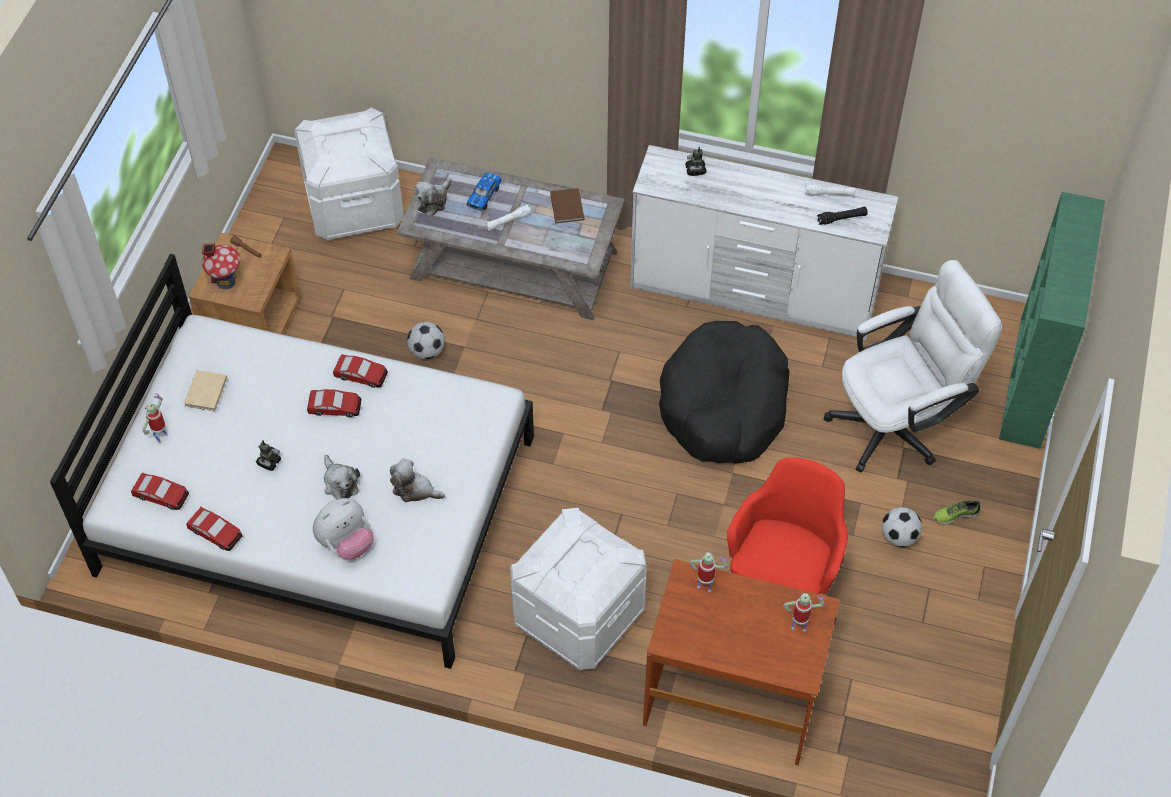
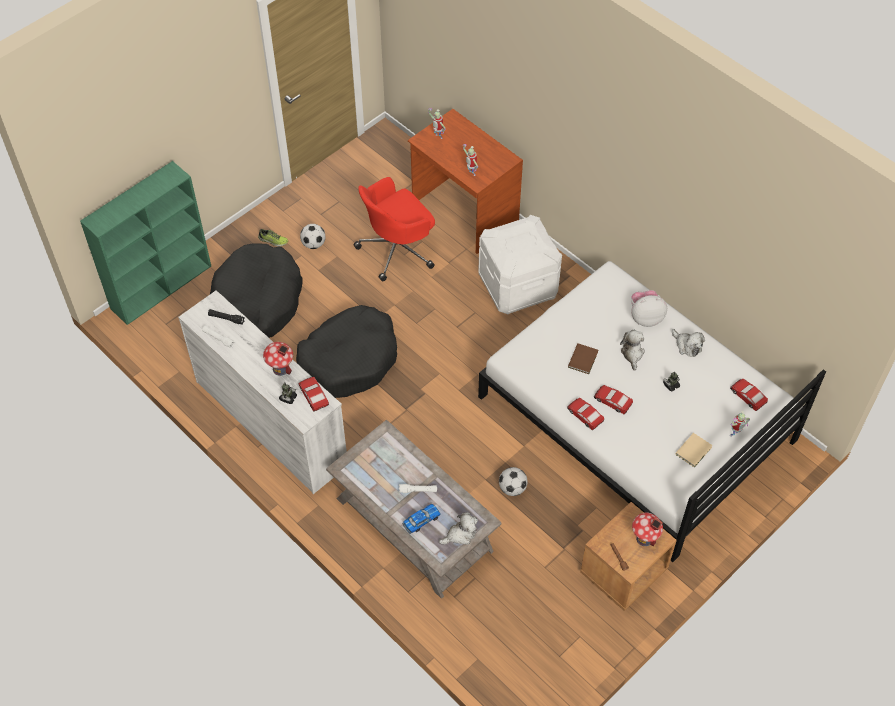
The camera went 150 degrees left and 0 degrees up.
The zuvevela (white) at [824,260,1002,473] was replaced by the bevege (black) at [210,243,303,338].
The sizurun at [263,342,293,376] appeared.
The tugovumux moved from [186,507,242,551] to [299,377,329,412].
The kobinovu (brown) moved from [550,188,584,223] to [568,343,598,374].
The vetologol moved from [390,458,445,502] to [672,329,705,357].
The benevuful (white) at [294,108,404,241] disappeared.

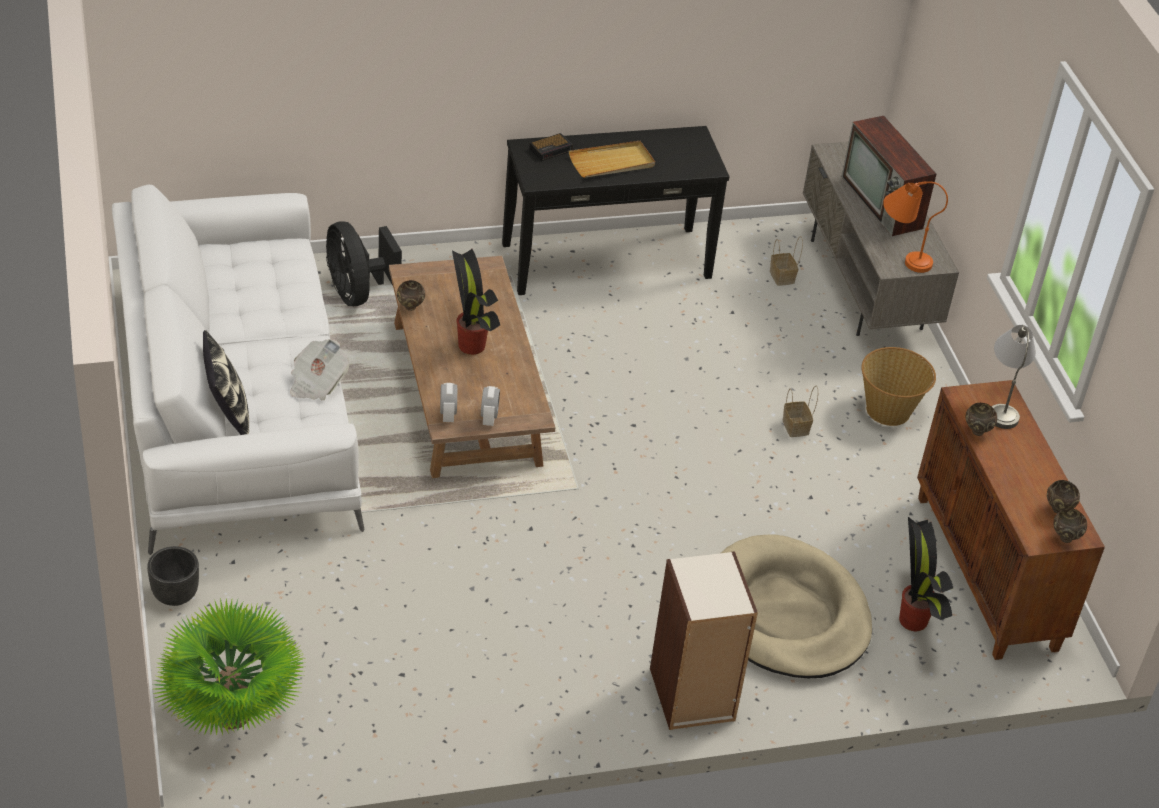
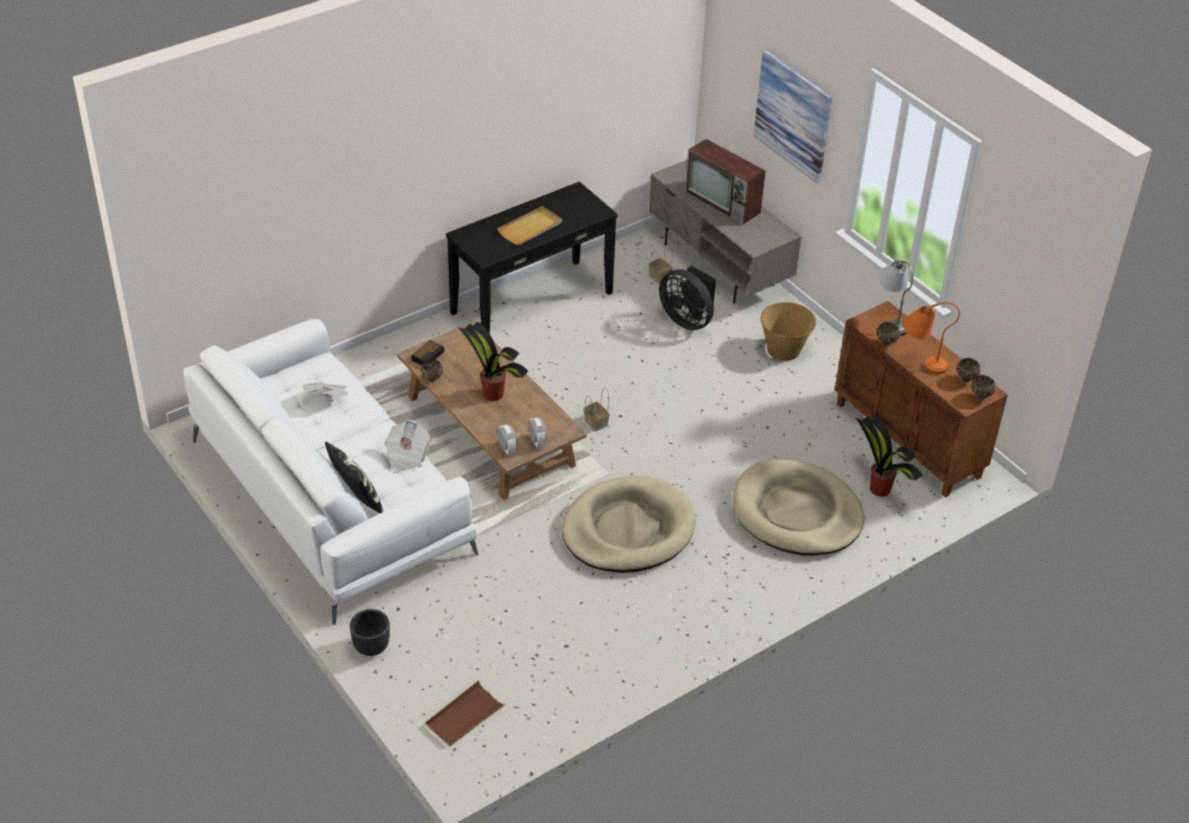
The camera went 20 degrees left and 0 degrees up.
The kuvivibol at [303,382,348,396] appeared.
The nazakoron moved from [529,133,573,161] to [411,340,444,365].
The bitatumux at [153,598,305,735] was replaced by the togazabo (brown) at [425,680,506,746].
The bevege (beige) at [562,476,696,573] appeared.
The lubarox moved from [783,385,818,437] to [584,388,609,431].
The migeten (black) moved from [326,221,402,306] to [659,266,716,330].
The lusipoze at [753,50,832,183] appeared.
The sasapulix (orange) moved from [883,181,948,273] to [902,302,960,374].
The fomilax at [650,551,758,730] disappeared.

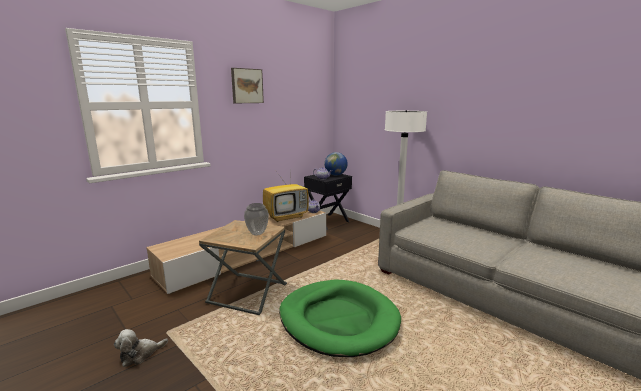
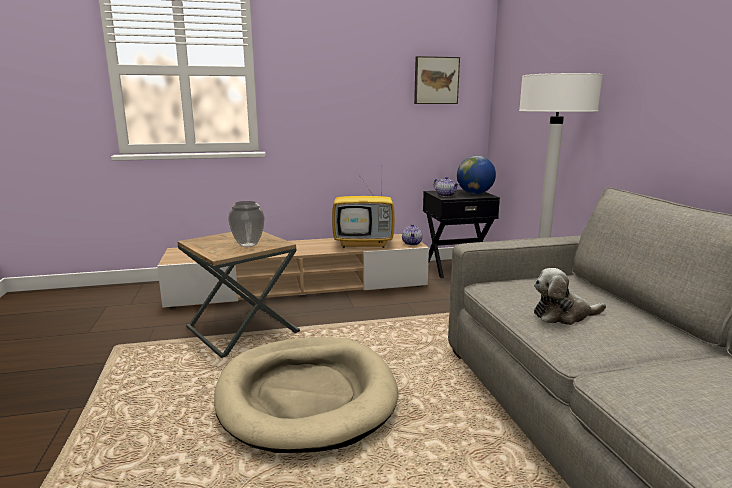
The camera went 30 degrees right and 0 degrees up.
The bevege (green) at [279,280,401,357] became the bevege (beige) at [214,337,398,453].
The lusipoze moved from [231,68,264,103] to [414,56,460,104].
The vetologol moved from [114,329,168,367] to [534,268,606,325].

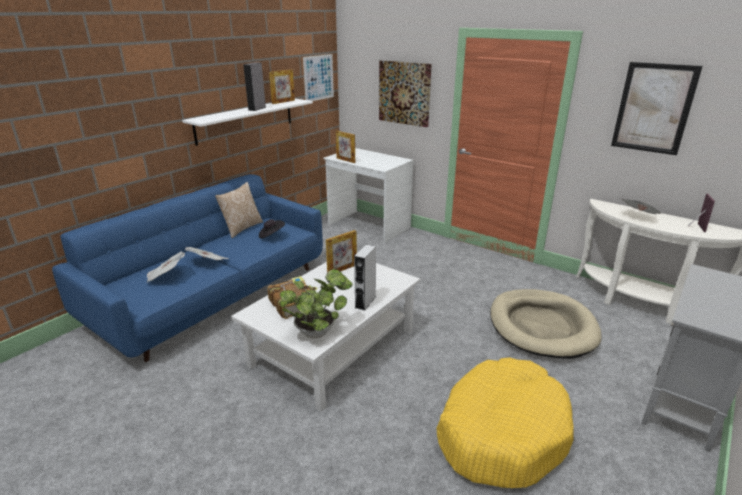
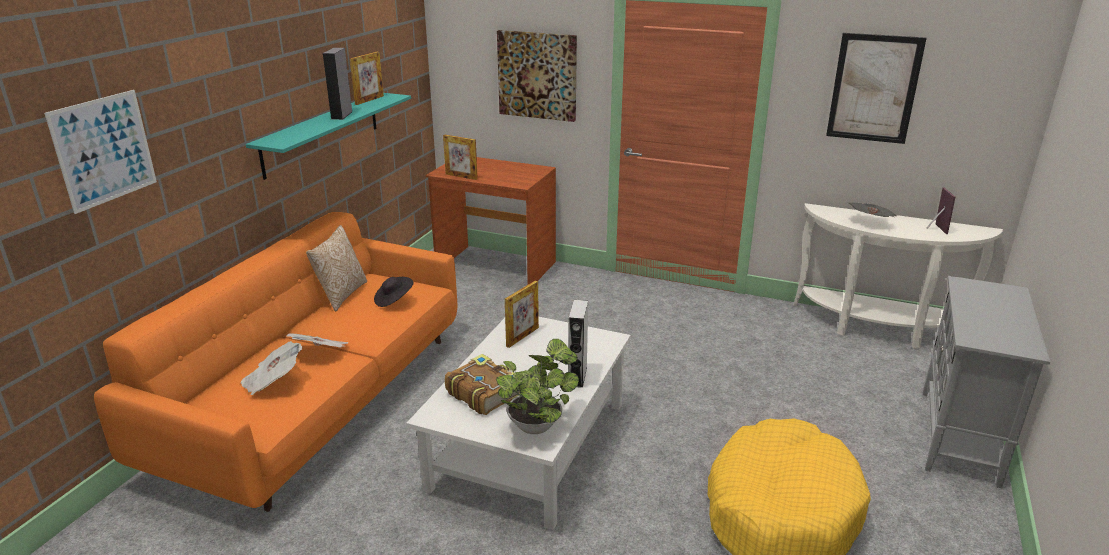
The camera went 15 degrees left and 0 degrees up.
The lusipoze moved from [303,54,334,101] to [44,90,157,214].
The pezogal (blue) at [52,174,323,362] became the pezogal (orange) at [94,212,457,512].
The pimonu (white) at [182,99,313,146] became the pimonu (turquoise) at [246,93,411,180].
The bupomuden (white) at [323,148,413,243] became the bupomuden (brown) at [425,157,556,284].
The bevege (beige) at [490,289,602,359] disappeared.

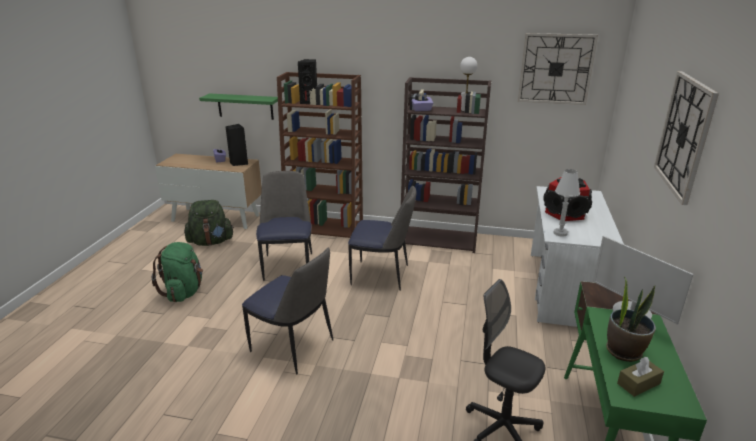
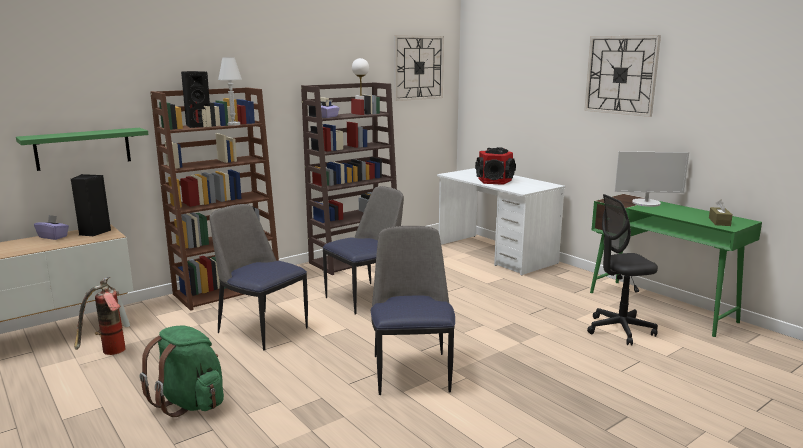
The camera went 50 degrees left and 10 degrees down.
The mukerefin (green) at [184,200,234,246] was replaced by the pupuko at [74,277,126,355].
The sasapulix (white) moved from [553,169,580,237] to [218,57,242,126].
The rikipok at [242,247,333,374] turned 75 degrees counterclockwise.
The bitatumux at [606,277,656,362] disappeared.

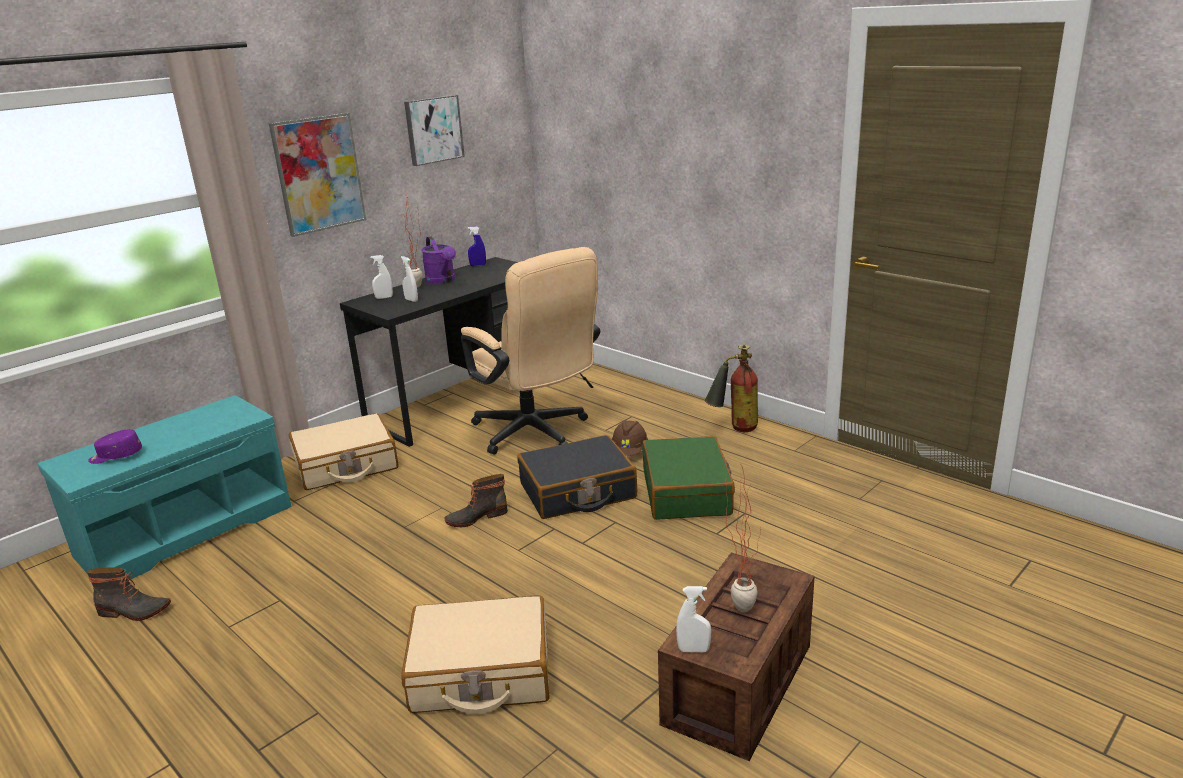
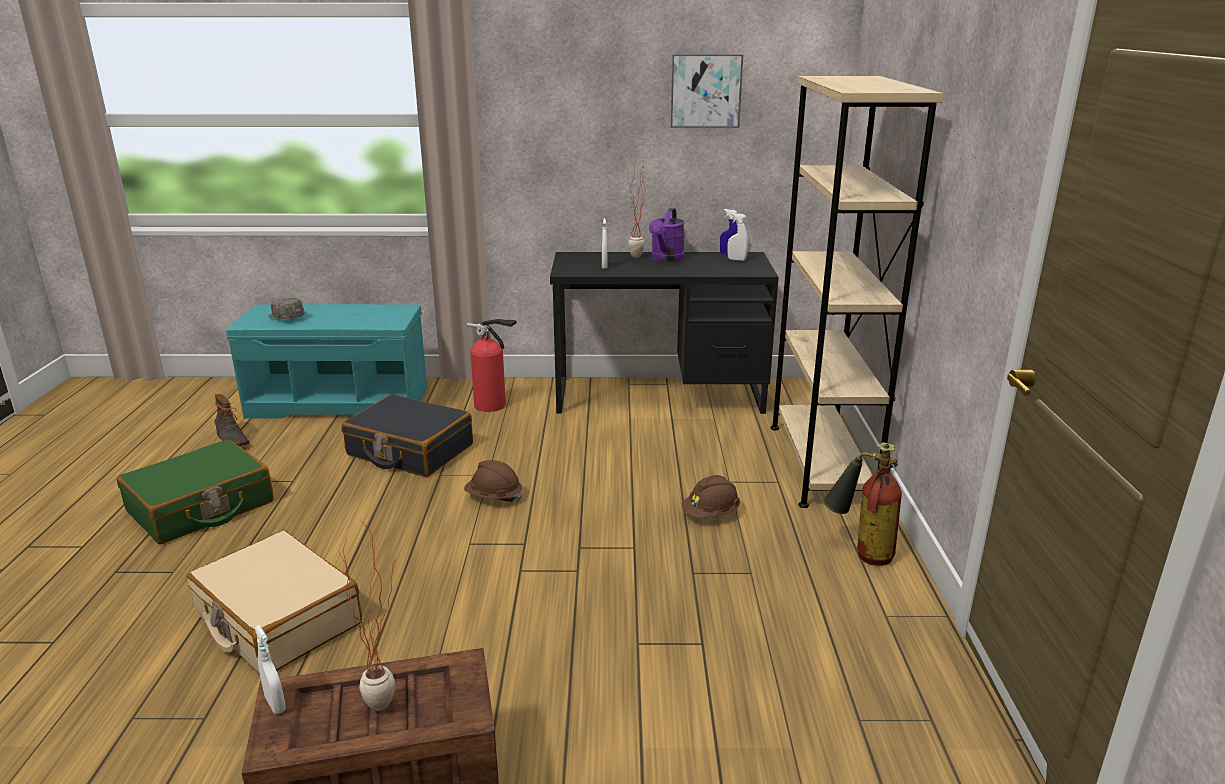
The camera went 45 degrees right and 0 degrees up.
The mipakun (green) moved from [642,436,735,520] to [117,440,274,544].
The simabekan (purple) at [88,429,142,464] became the simabekan (grey) at [269,298,305,319].
The mipakun (black) moved from [517,435,637,519] to [341,394,473,477].
The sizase at [444,474,508,527] was replaced by the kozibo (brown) at [464,460,522,502].
The mipakun (beige) at [289,413,399,490] was replaced by the pupuko at [467,319,517,412].
The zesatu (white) moved from [370,255,393,299] to [727,213,748,261].
The fomilax (beige) at [771,76,944,508] appeared.
The lusipoze at [269,113,366,237] disappeared.
The zuvevela (beige) at [461,247,600,455] disappeared.

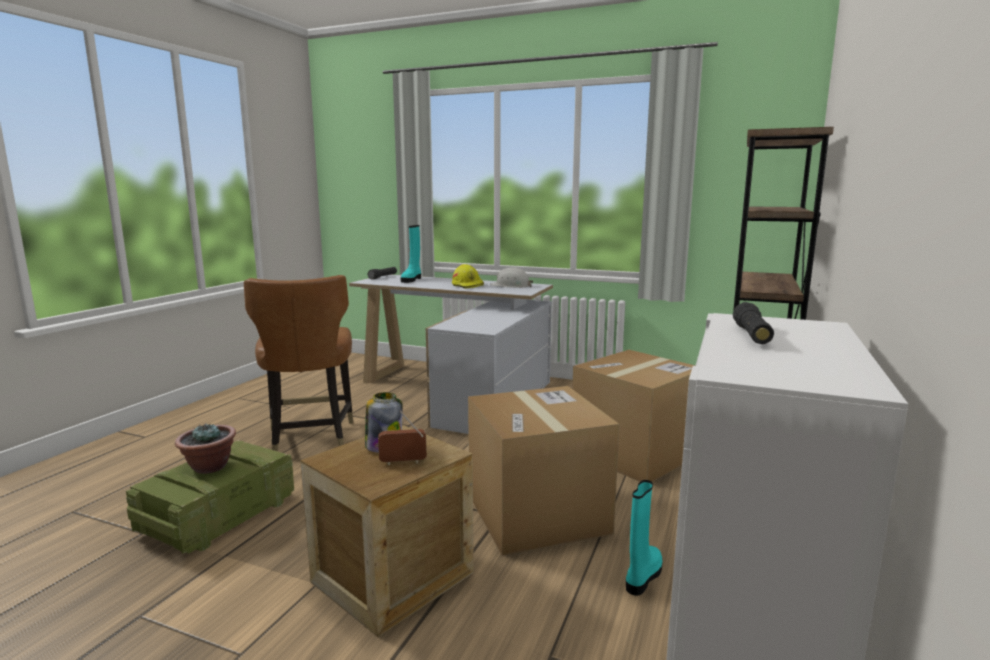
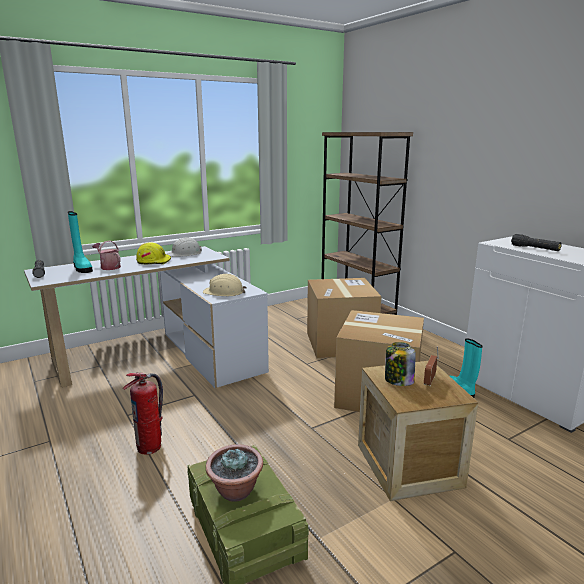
The camera went 55 degrees left and 5 degrees up.
The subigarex at [92,240,121,270] appeared.
The rikipok (brown) at [244,275,353,451] was replaced by the pupuko at [123,372,163,454].
The kozibo (beige) at [203,274,247,296] appeared.

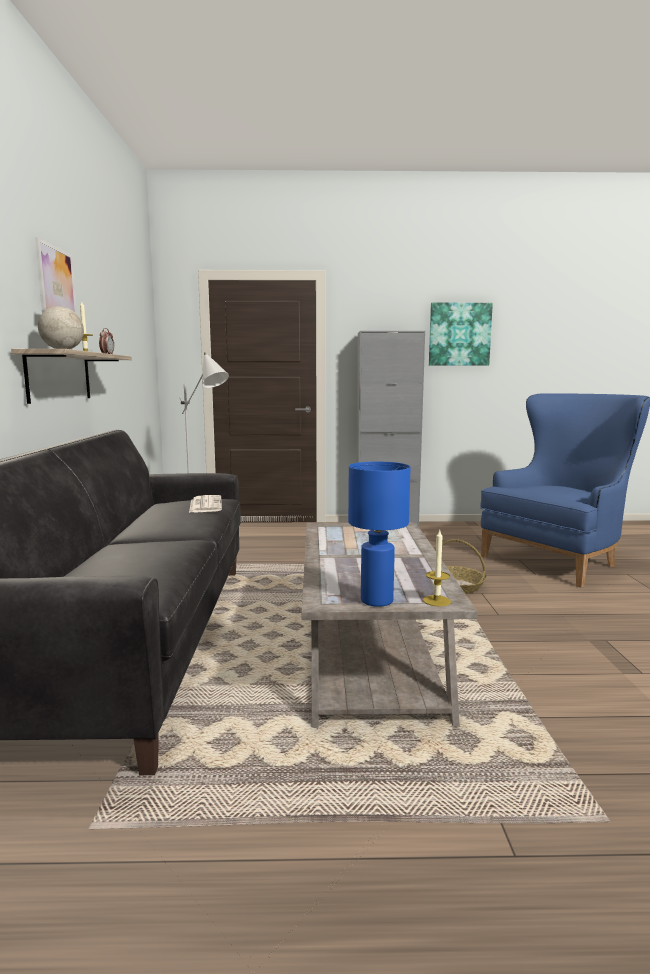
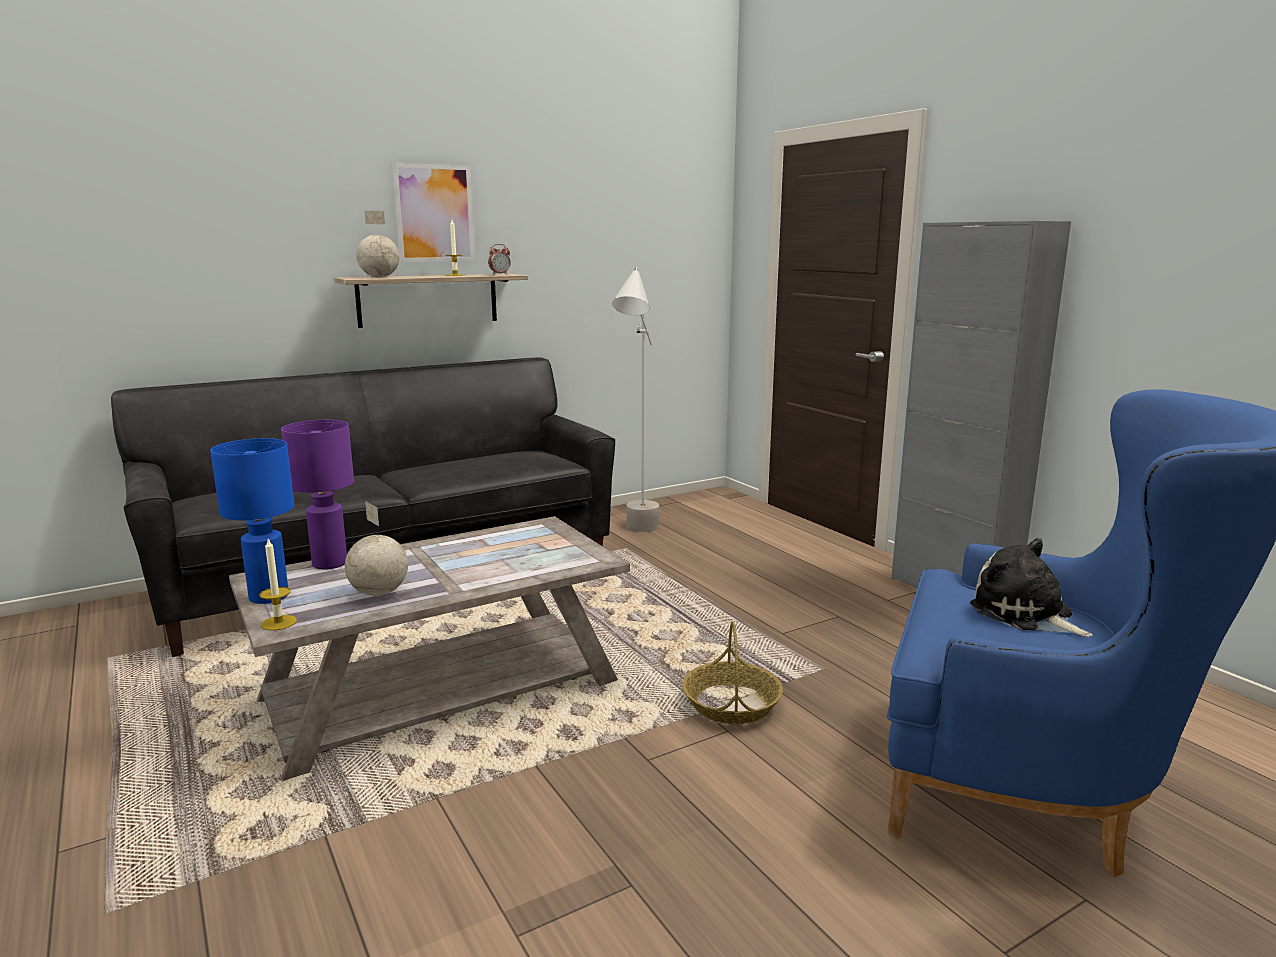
The camera went 60 degrees right and 5 degrees up.
The sasapulix (purple) at [281,420,354,570] appeared.
The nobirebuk at [345,501,408,596] appeared.
The vetologol at [970,538,1092,637] appeared.
The kuvivibol at [189,495,222,513] disappeared.
The lusipoze at [429,303,493,366] disappeared.

